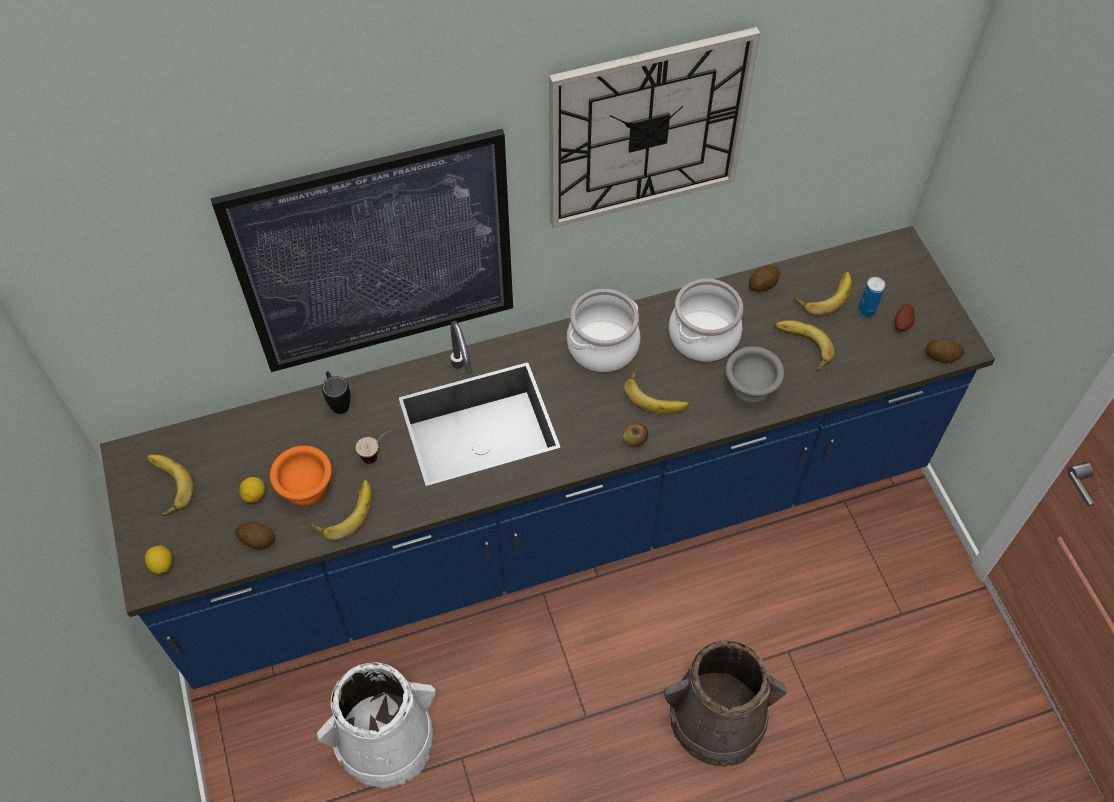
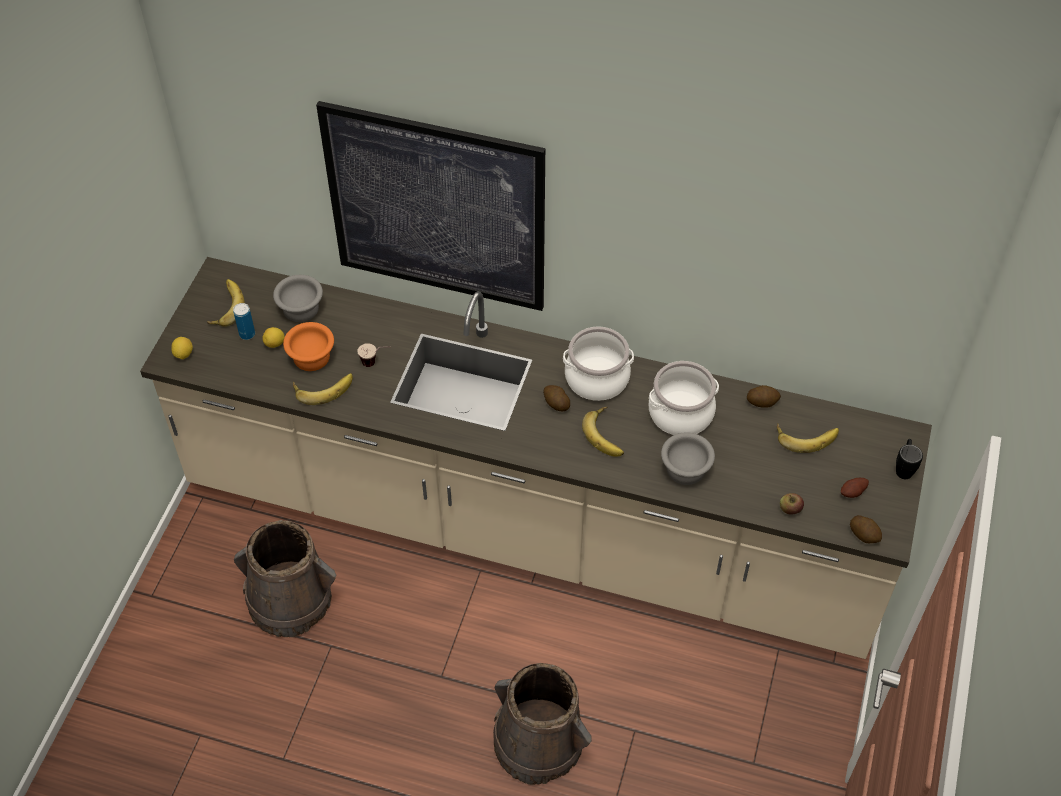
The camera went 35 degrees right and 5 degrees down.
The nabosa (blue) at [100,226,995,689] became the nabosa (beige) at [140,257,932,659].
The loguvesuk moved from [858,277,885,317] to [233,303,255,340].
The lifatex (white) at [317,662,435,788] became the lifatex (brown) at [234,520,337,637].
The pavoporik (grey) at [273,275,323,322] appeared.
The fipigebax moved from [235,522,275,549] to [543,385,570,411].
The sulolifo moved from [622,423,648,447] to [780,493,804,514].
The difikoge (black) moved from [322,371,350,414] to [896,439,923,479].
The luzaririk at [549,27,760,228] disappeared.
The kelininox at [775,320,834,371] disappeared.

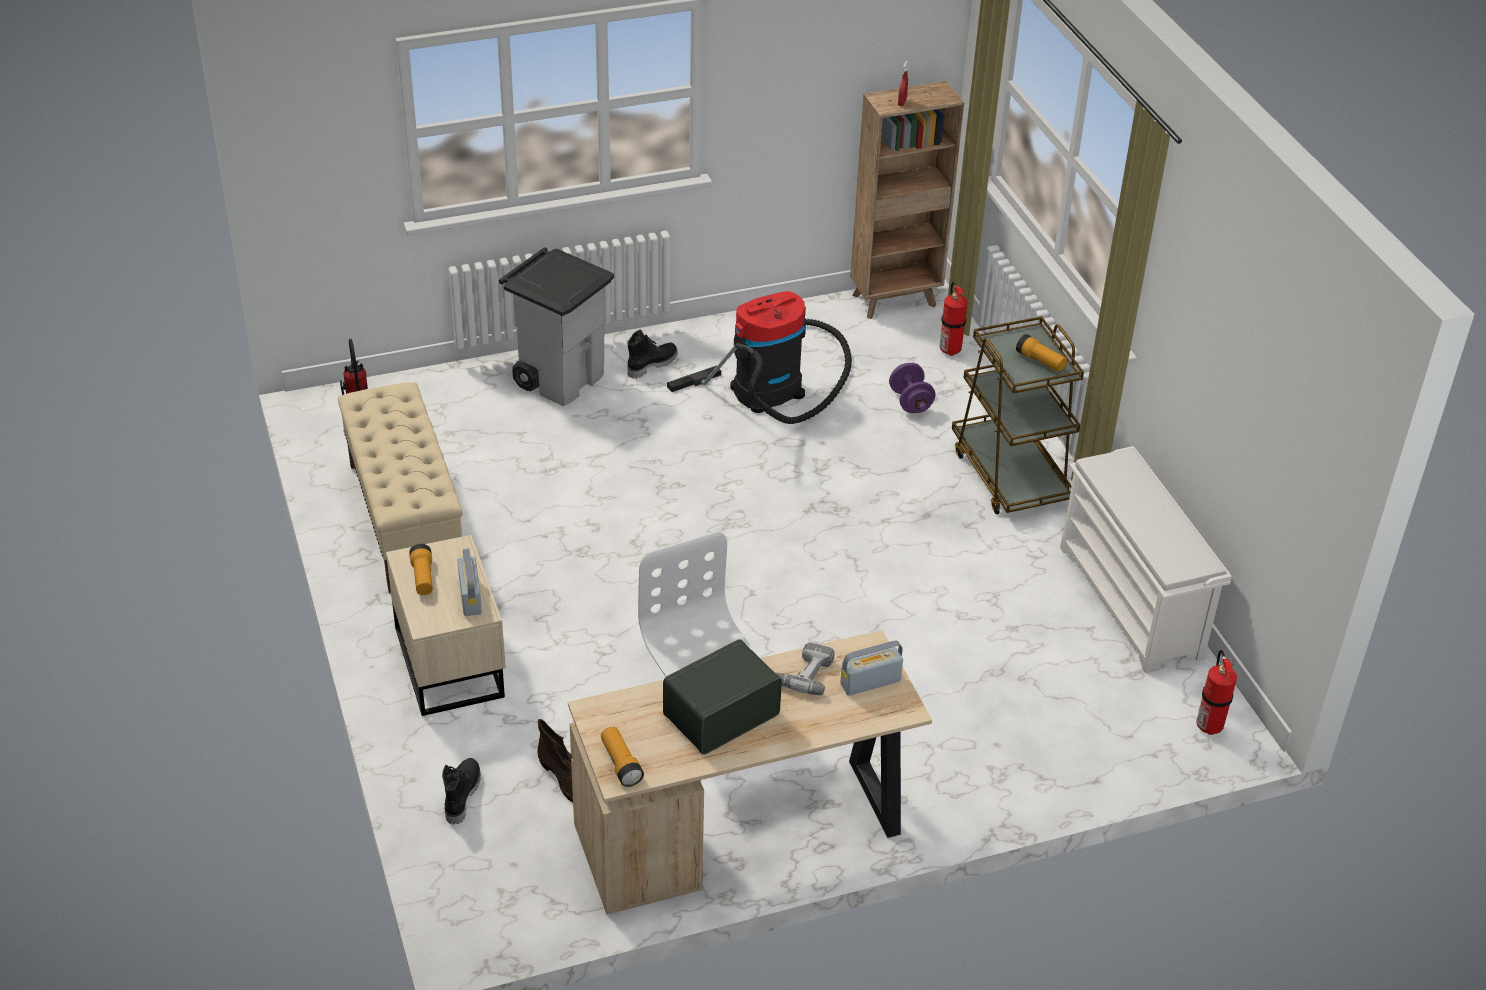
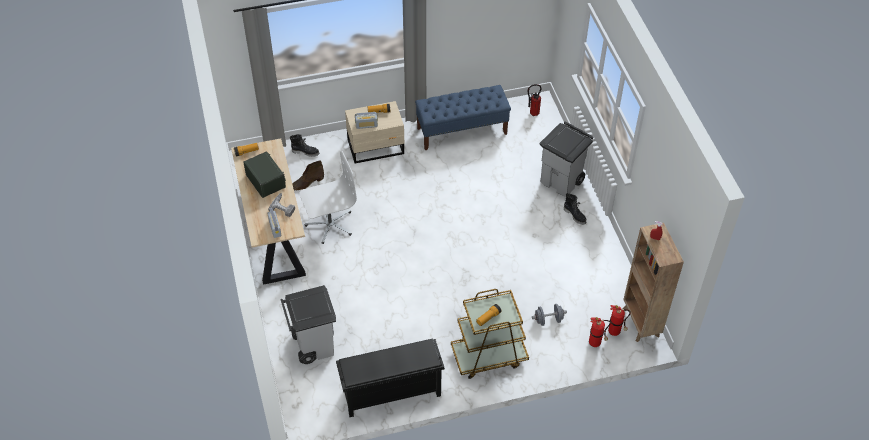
The camera went 95 degrees right and 10 degrees up.
The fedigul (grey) at [280,285,336,364] appeared.
The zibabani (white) at [1060,446,1232,673] became the zibabani (black) at [336,339,445,417].
The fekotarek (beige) at [338,382,462,593] became the fekotarek (blue) at [415,85,511,150].
The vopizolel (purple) at [889,363,935,413] became the vopizolel (grey) at [532,304,567,326].
The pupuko moved from [1196,650,1237,735] to [608,305,631,336].
The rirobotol at [667,291,852,424] disappeared.

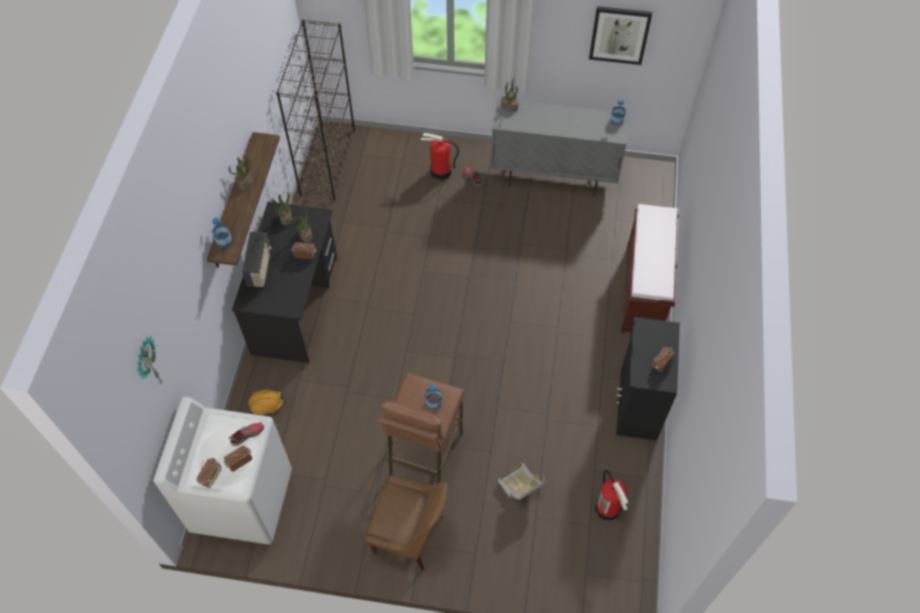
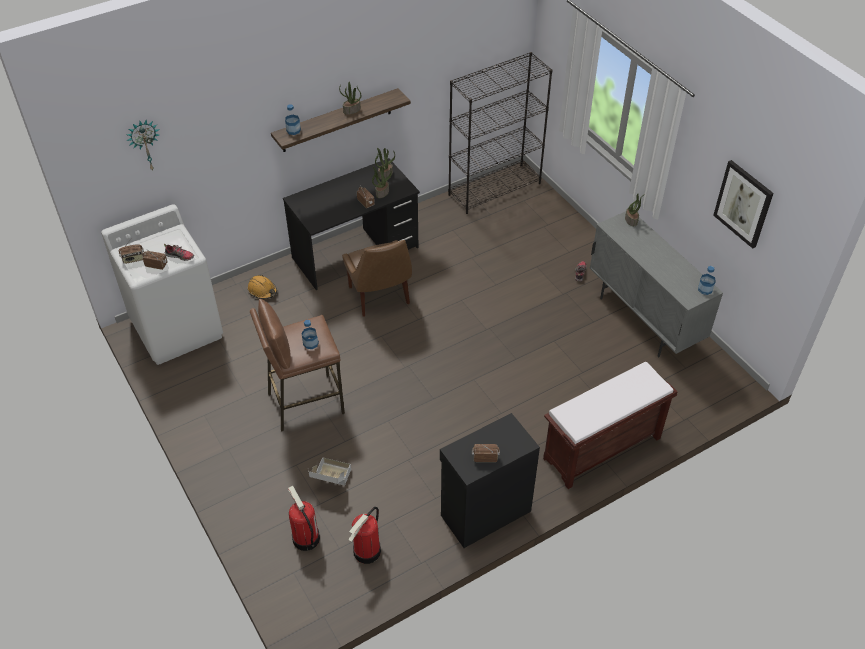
The camera went 50 degrees right and 10 degrees down.
The pupuko moved from [421,133,459,180] to [288,486,320,551].
The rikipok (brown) moved from [365,475,448,570] to [342,240,412,317].
The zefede at [242,232,272,287] disappeared.

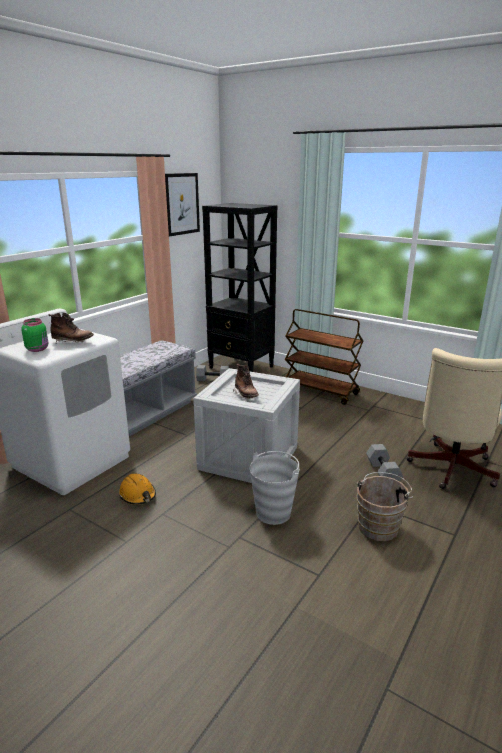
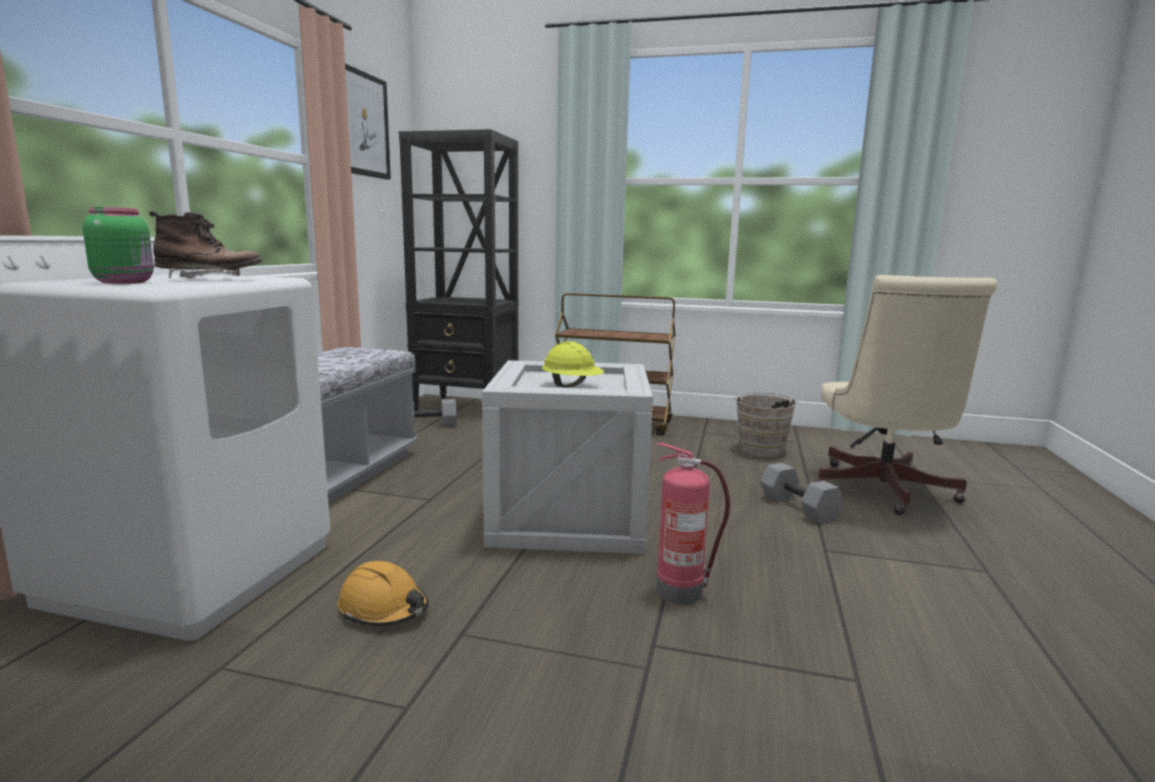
The camera went 20 degrees left and 10 degrees down.
The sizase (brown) at [233,364,259,399] was replaced by the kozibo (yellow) at [542,341,604,387].
The lifatex (grey) at [250,451,299,525] was replaced by the pupuko at [656,443,730,604].
The lifatex (brown) moved from [357,472,413,541] to [734,392,798,458].

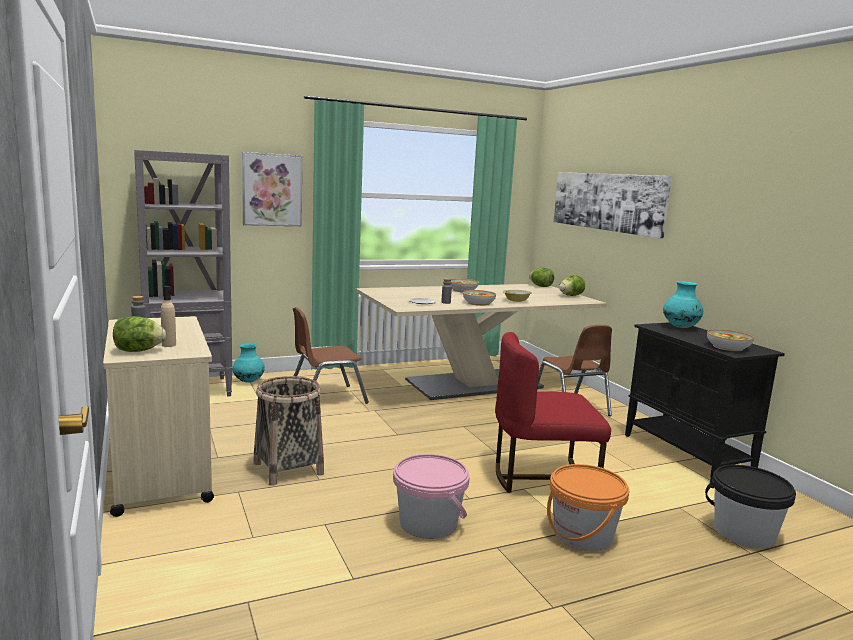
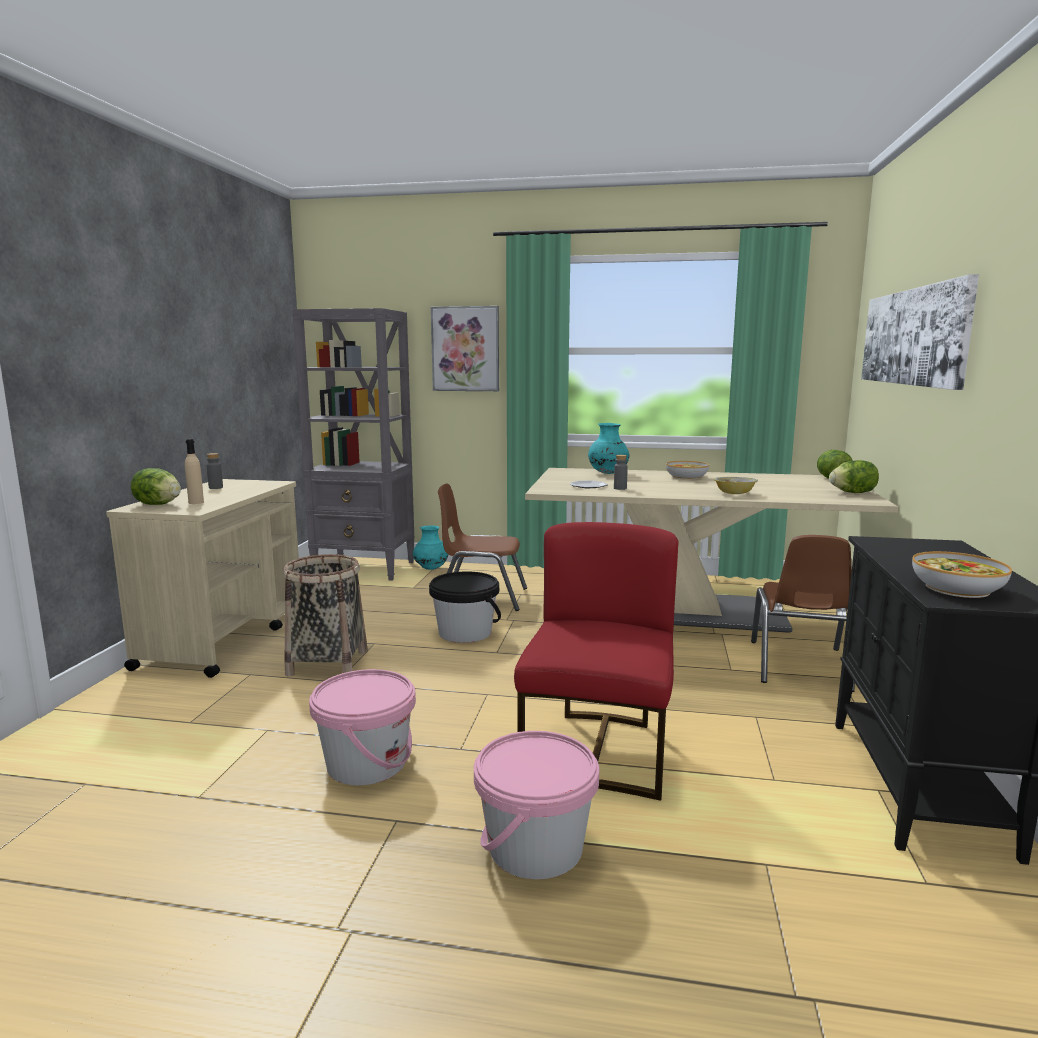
The camera went 35 degrees right and 0 degrees up.
The lifatex (black) moved from [705,464,796,548] to [429,572,501,643].
The lifatex (orange) at [547,464,629,551] became the lifatex (pink) at [474,731,599,880].
The rikipok (red) at [495,332,611,493] turned 75 degrees clockwise.
The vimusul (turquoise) moved from [663,281,703,328] to [588,423,629,474].
The pavoporik at [463,290,496,306] disappeared.

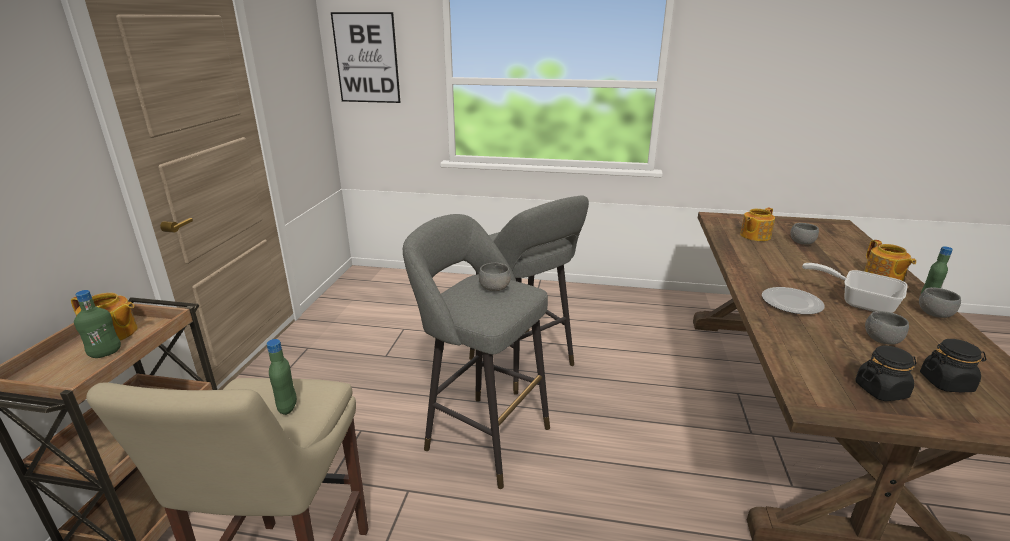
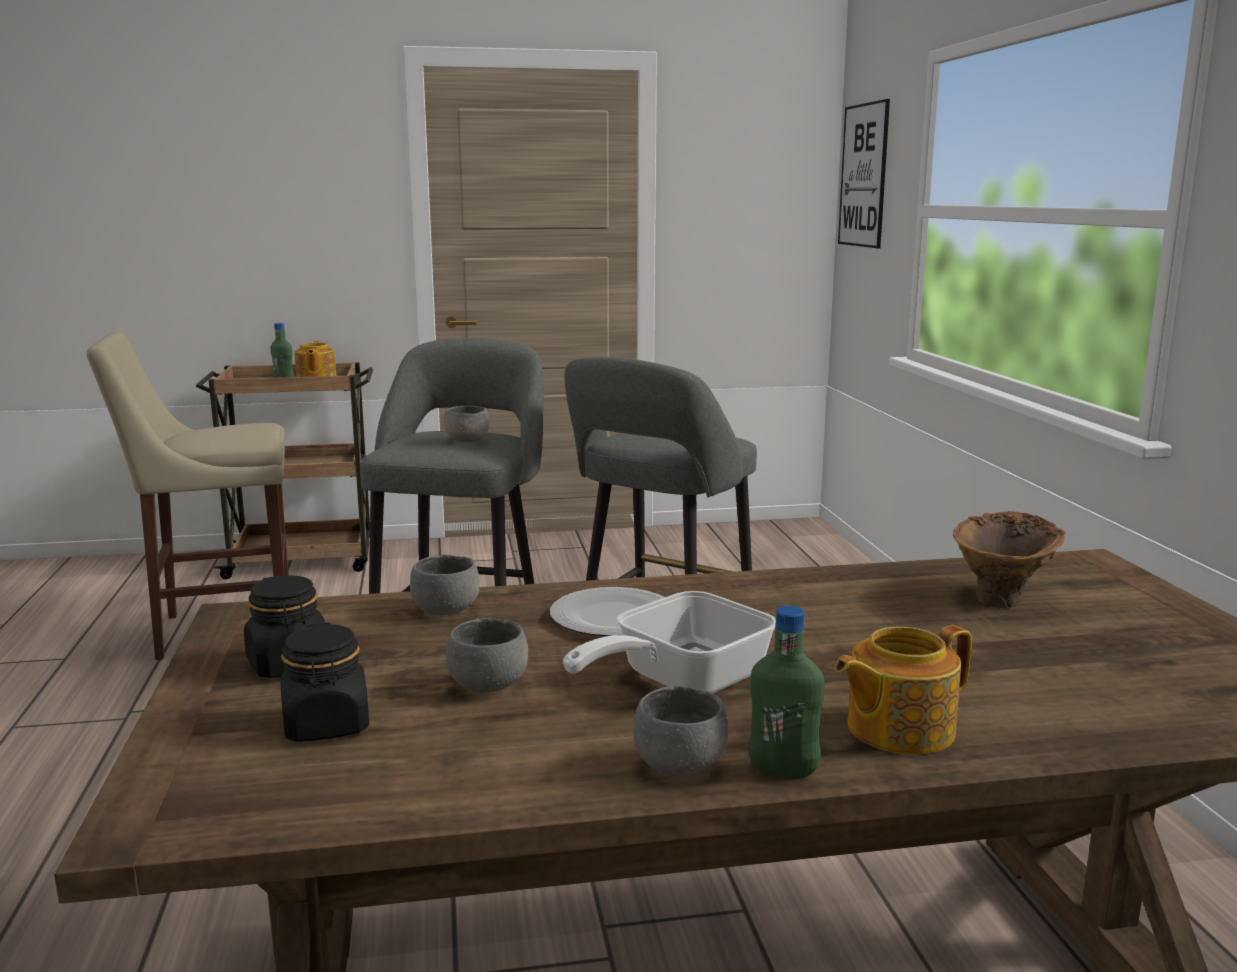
The camera went 70 degrees right and 10 degrees down.
The pavoporik (grey) moved from [790,223,819,245] to [410,555,480,615].
The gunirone at [802,263,908,313] turned 150 degrees counterclockwise.
The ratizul at [740,207,775,241] was replaced by the vimusul (brown) at [953,511,1066,608].
The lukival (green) at [267,339,297,415] disappeared.

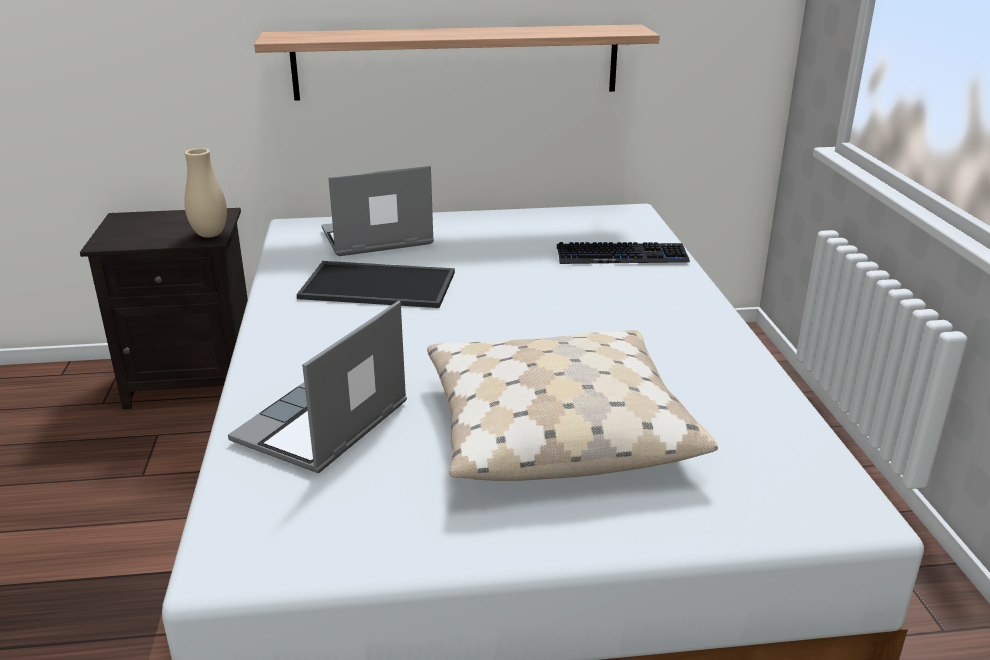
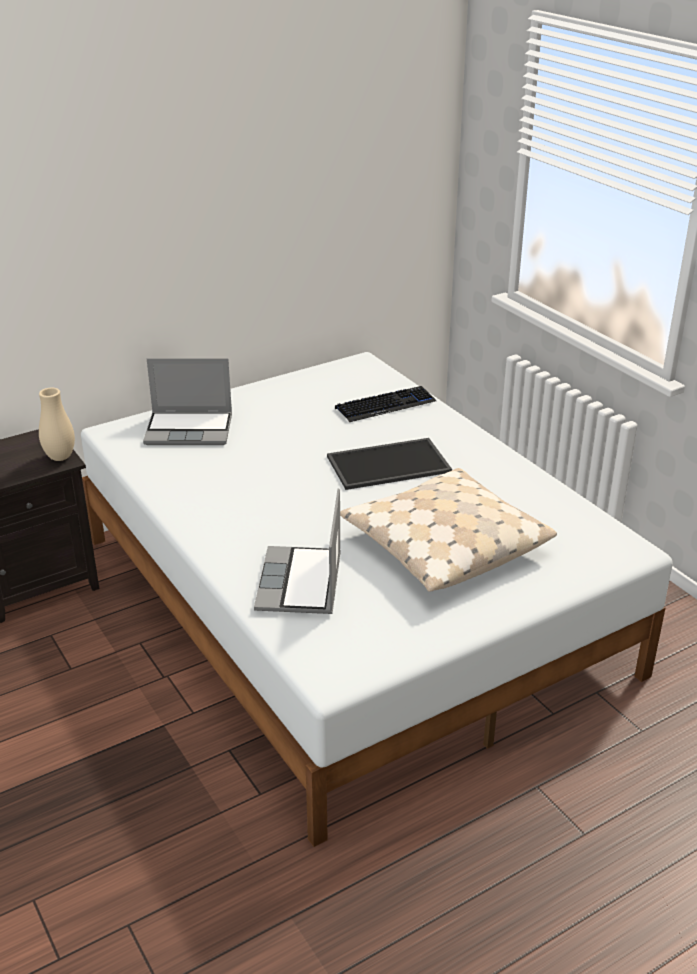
The camera went 25 degrees left and 5 degrees up.
The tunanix at [321,166,434,256] turned 135 degrees counterclockwise.
The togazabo moved from [296,261,455,308] to [327,438,452,490].
The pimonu at [254,24,660,101] disappeared.

